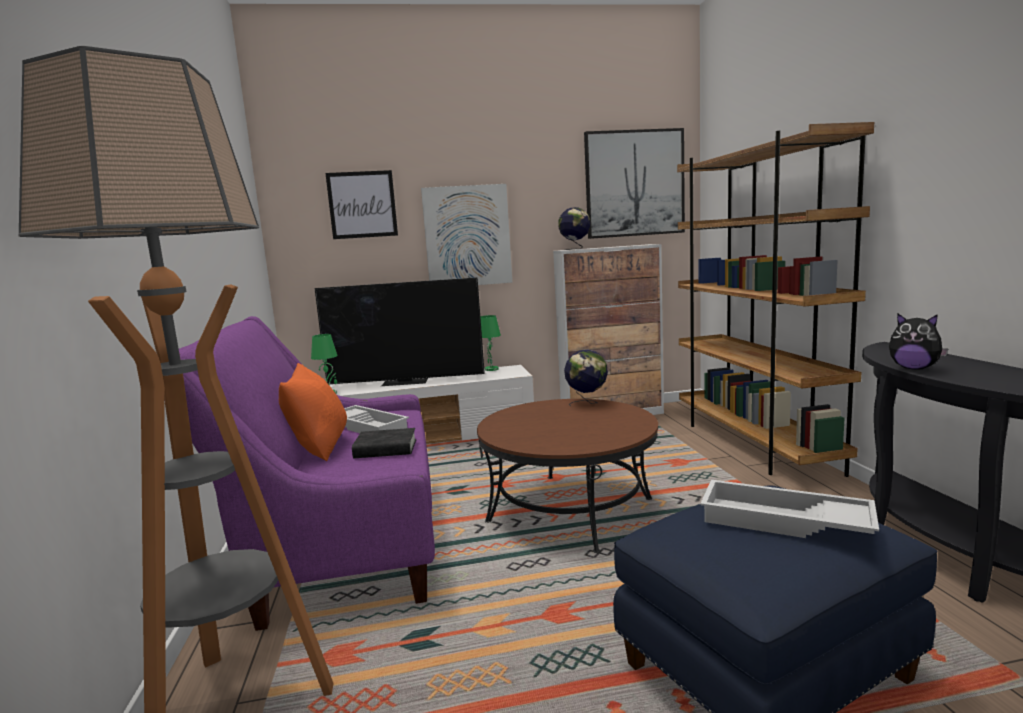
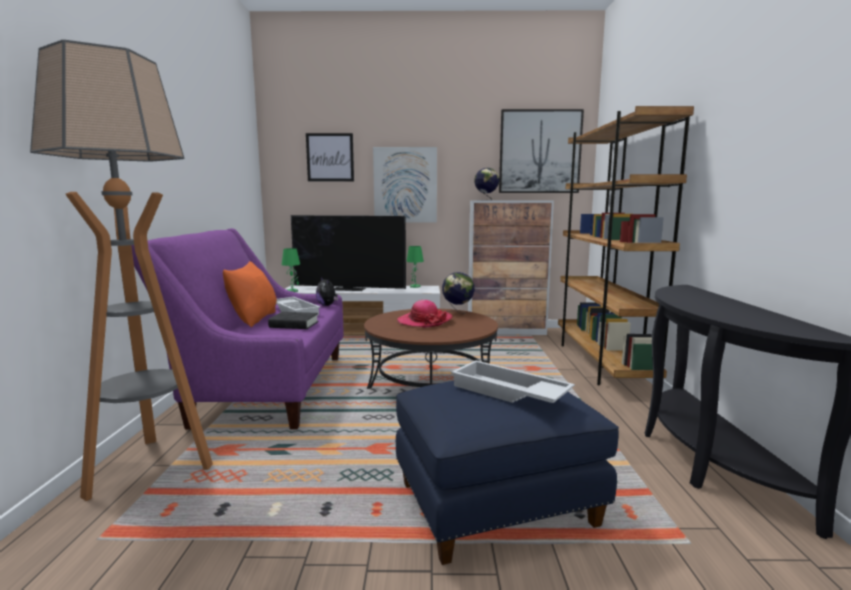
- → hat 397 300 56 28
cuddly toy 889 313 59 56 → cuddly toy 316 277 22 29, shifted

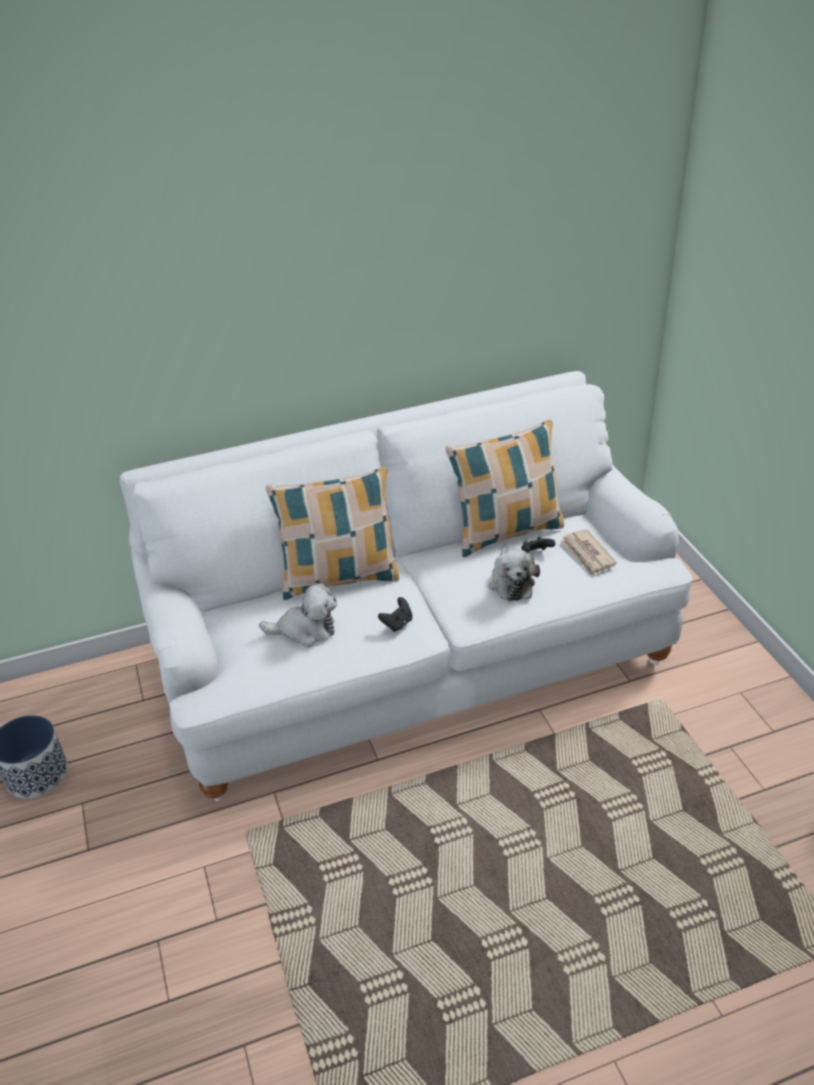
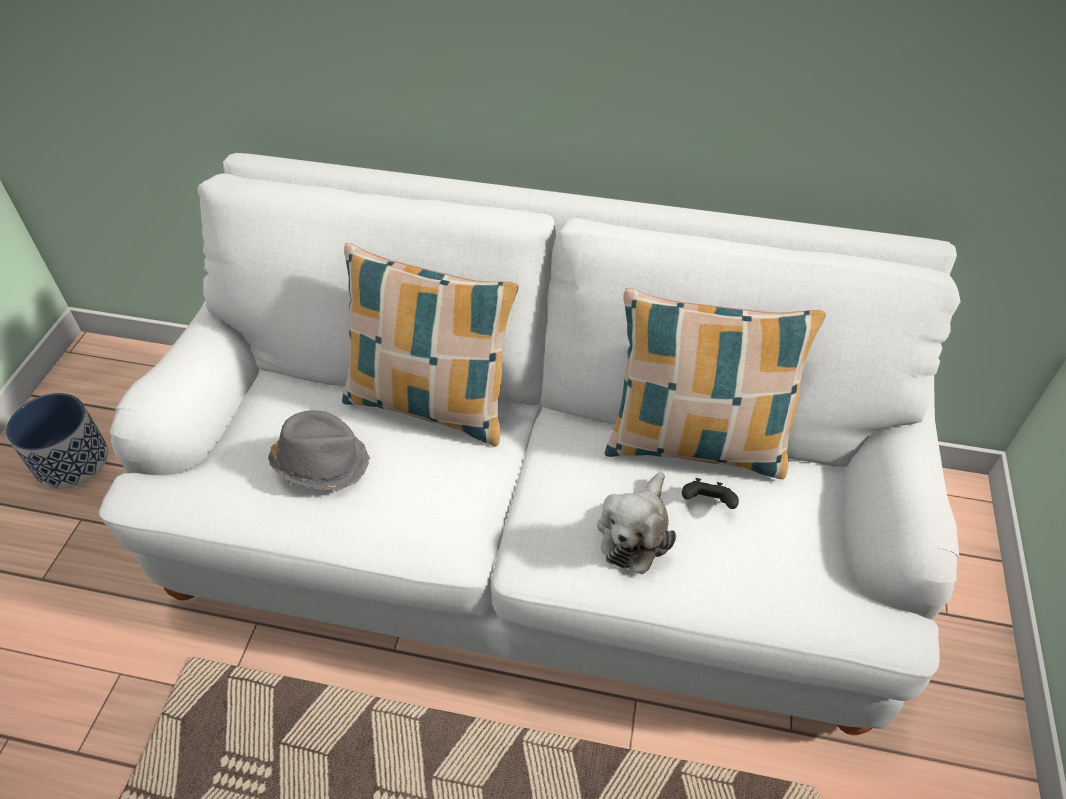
gamepad/blackish 378 597 35 35 → -
newspaper 560 529 57 47 → -
cuddly toy 259 583 78 64 → hat/grey 268 410 102 81

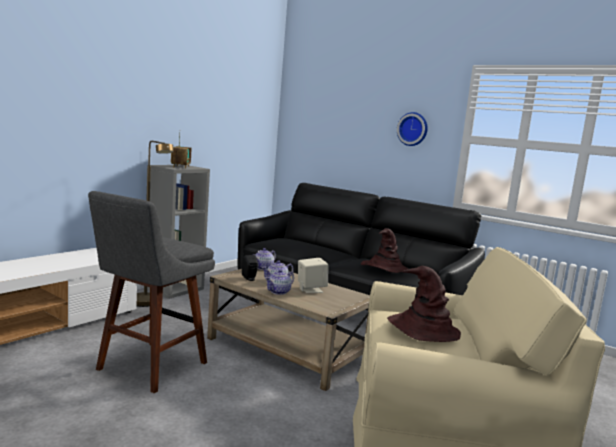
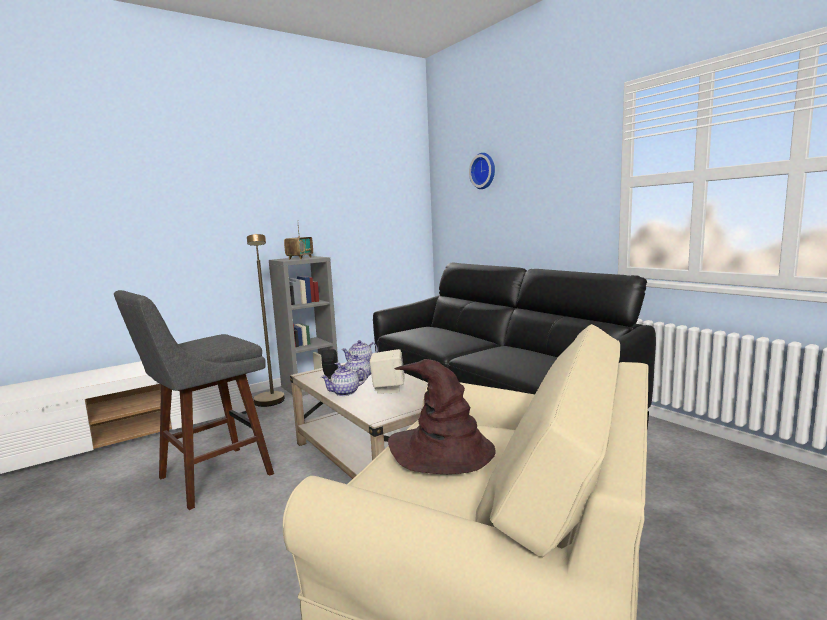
hat/brown 361 228 47 45 → -
clock on the wall 397 112 31 34 → clock on the wall 469 153 26 36, shifted

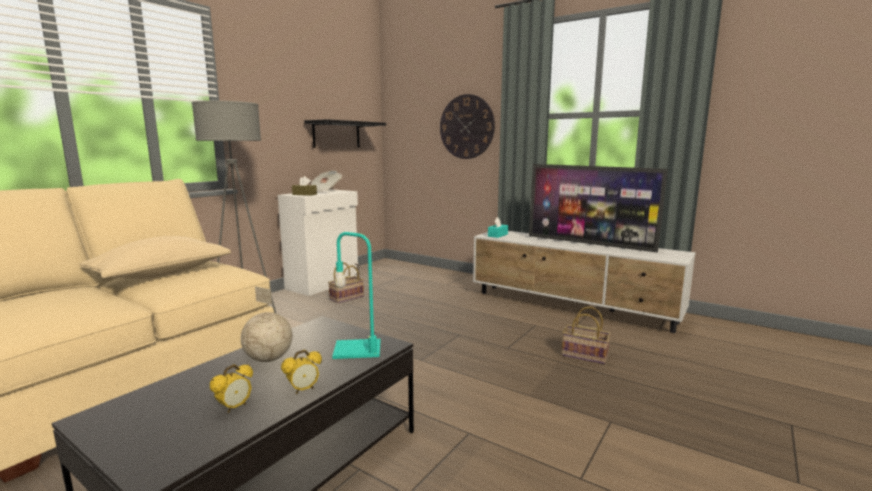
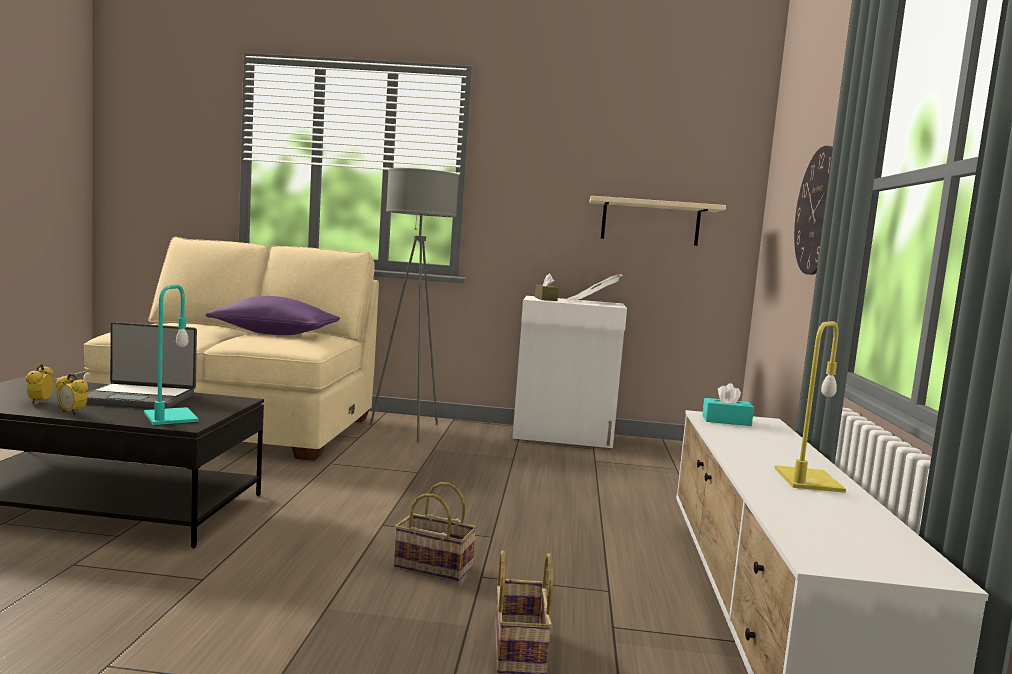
household basket 328 262 36 41 → household basket 394 482 83 99, shifted
globe 241 286 52 76 → notebook computer 87 322 110 87
TV set 529 164 139 89 → table lamp/yellow-coloured 775 321 71 172
throw pillow/beige-coloured 80 236 151 43 → throw pillow/purple-coloured 205 296 135 39
wall shelf/blackish 304 119 82 29 → wall shelf/beige-coloured 589 196 137 50
bedside clock 210 364 43 49 → bedside clock 26 364 27 40, 75 degrees clockwise

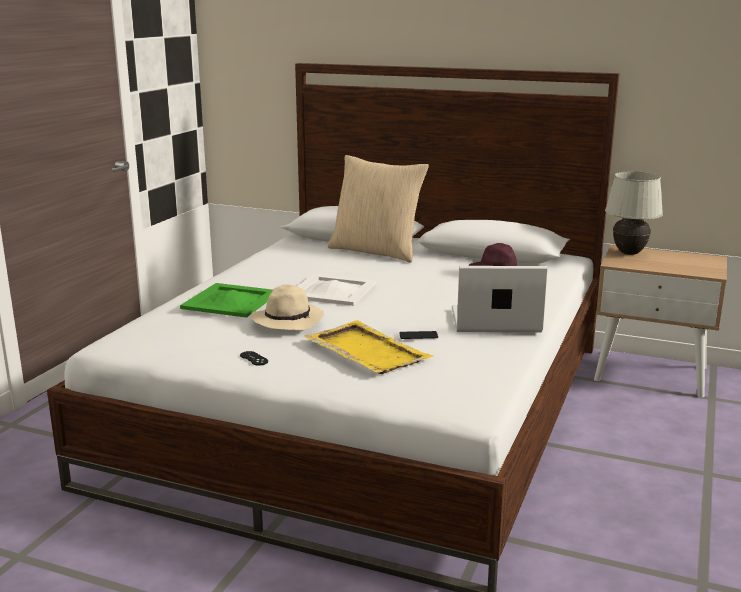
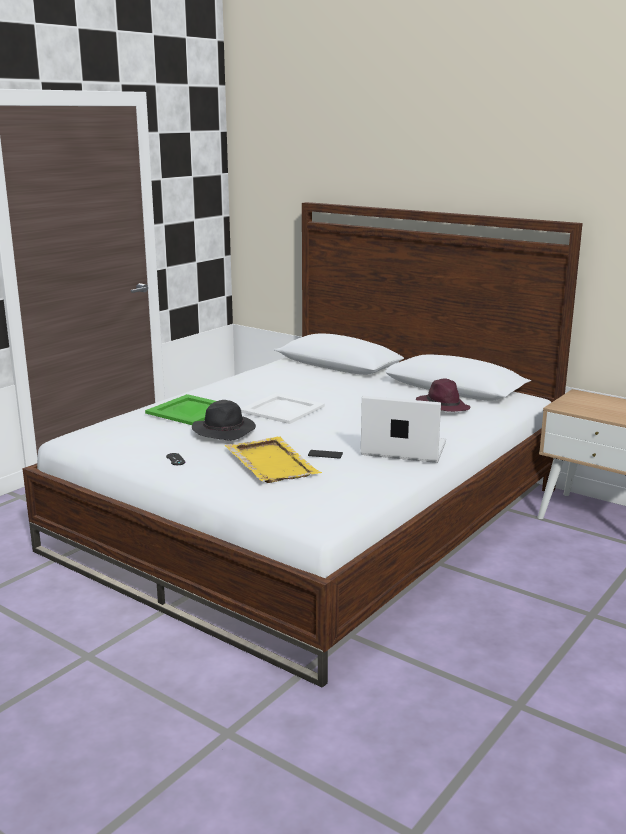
throw pillow/beige-coloured 328 155 101 107 → -
table lamp/white 605 171 58 84 → -
hat/beige-coloured 251 284 73 47 → hat/blackish 192 400 64 41

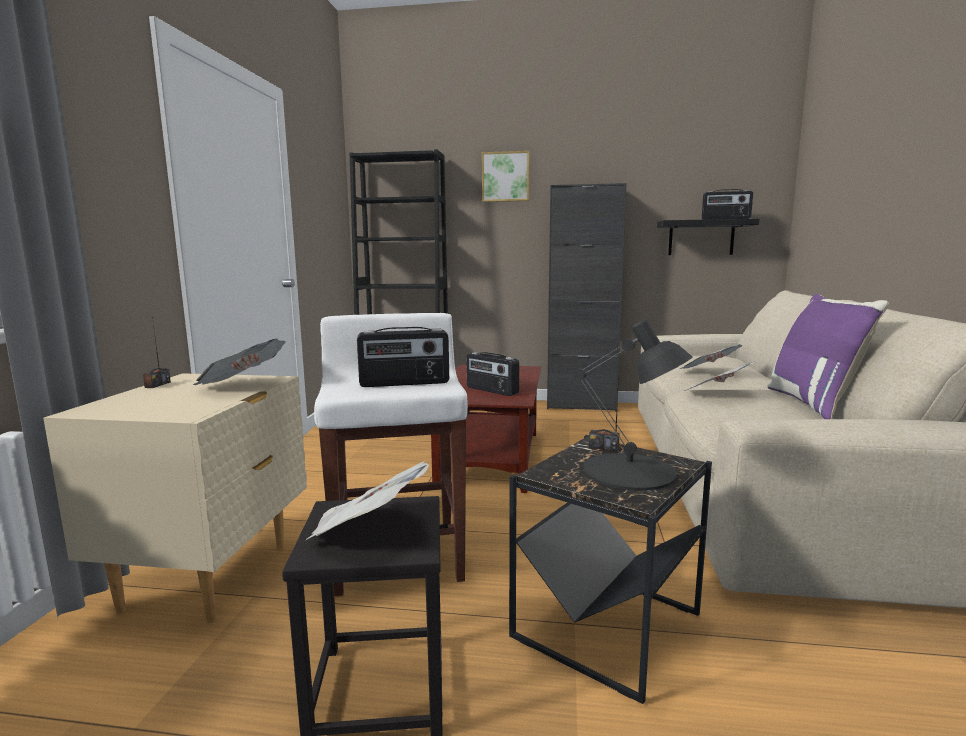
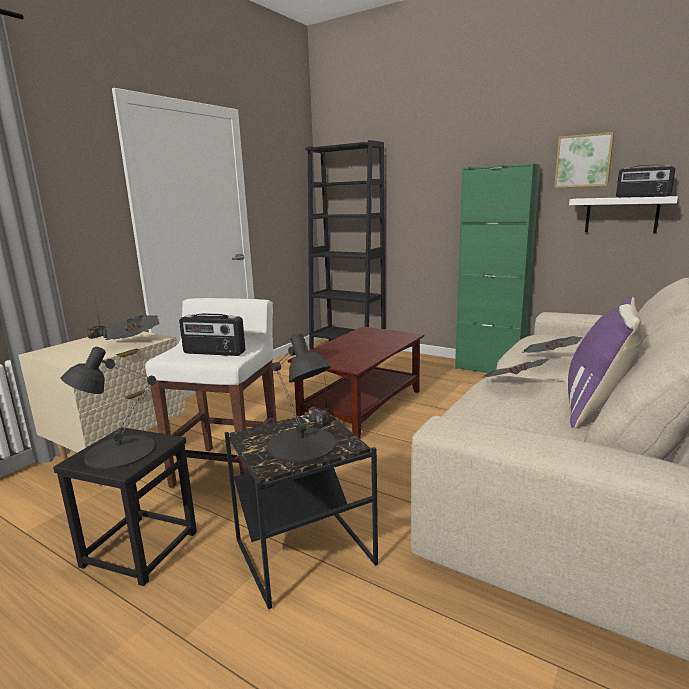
radio 466 352 53 44 → -
picture 482 151 47 51 → picture 554 132 60 56, shifted
newspaper 306 461 123 79 → table lamp/blackish 61 347 95 122
cupboard/blackish 547 183 80 228 → cupboard/greenish 455 163 85 210
wall shelf/blackish 657 219 102 36 → wall shelf/white 569 196 109 37

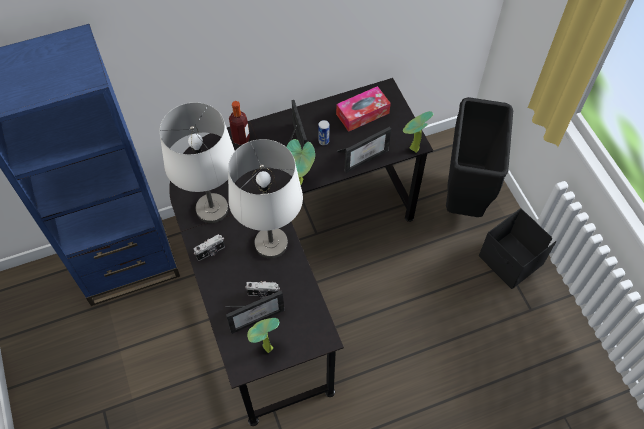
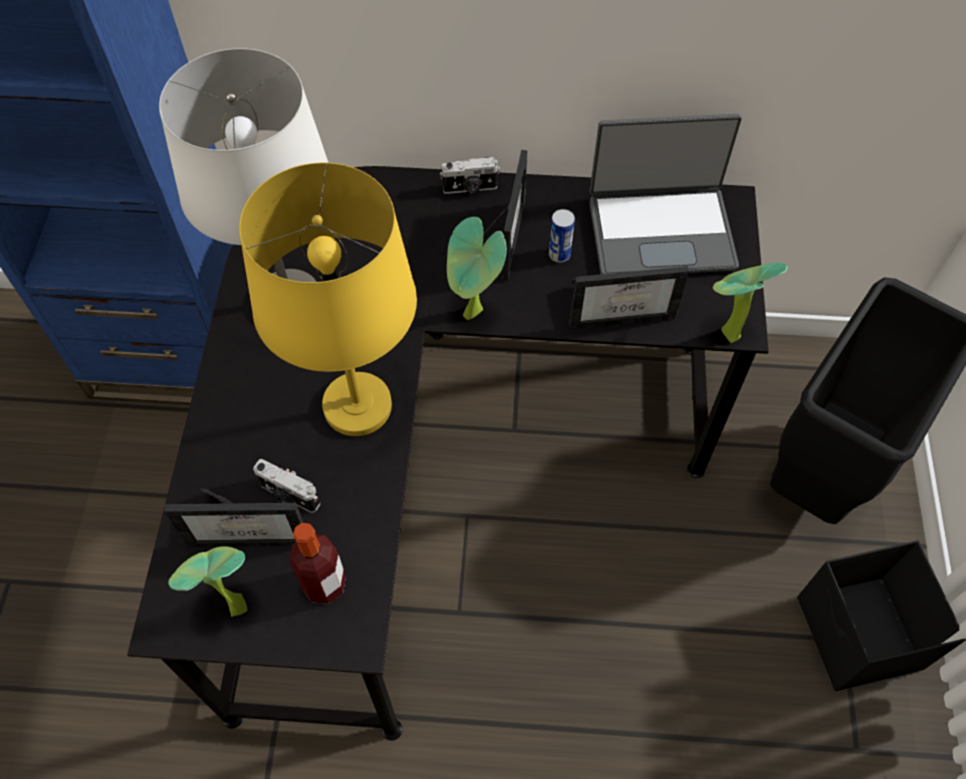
photo camera 194 234 31 27 → photo camera 440 157 60 37, shifted
beverage bottle 229 101 21 44 → beverage bottle 289 523 57 81, shifted
tissue box 336 86 55 46 → notebook computer 589 114 152 160
table lamp/white 228 139 75 119 → table lamp/yellow-coloured 239 163 178 273

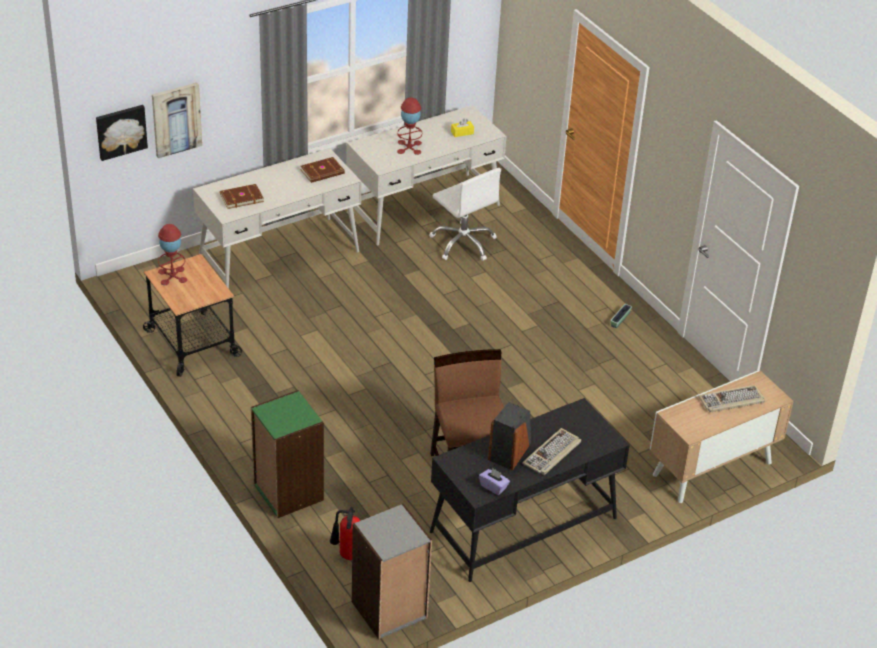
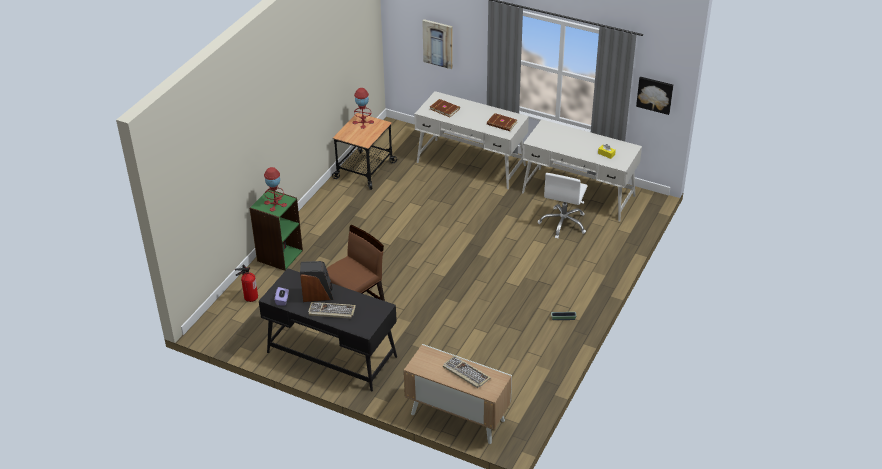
shelving unit/grey 352 503 80 136 → -
picture 96 105 52 56 → picture 636 77 37 38, shifted
table lamp/reddish 397 97 25 58 → table lamp/reddish 264 167 23 44, shifted

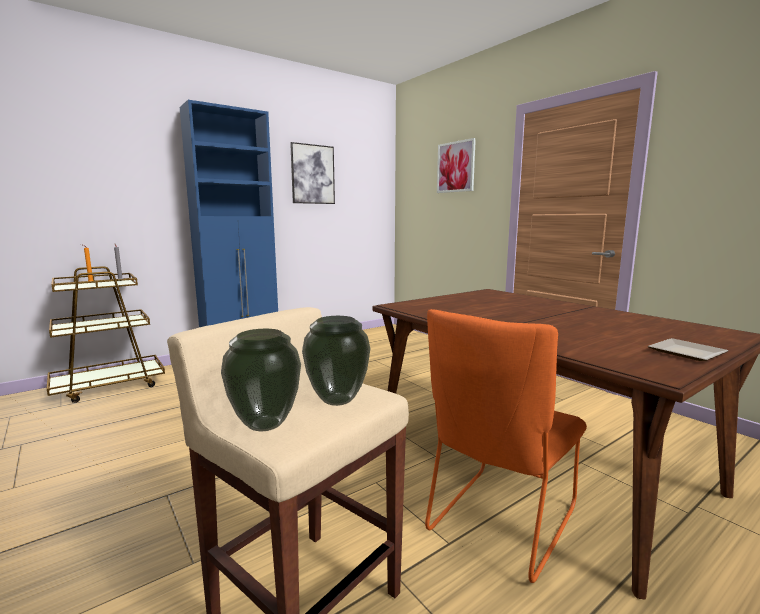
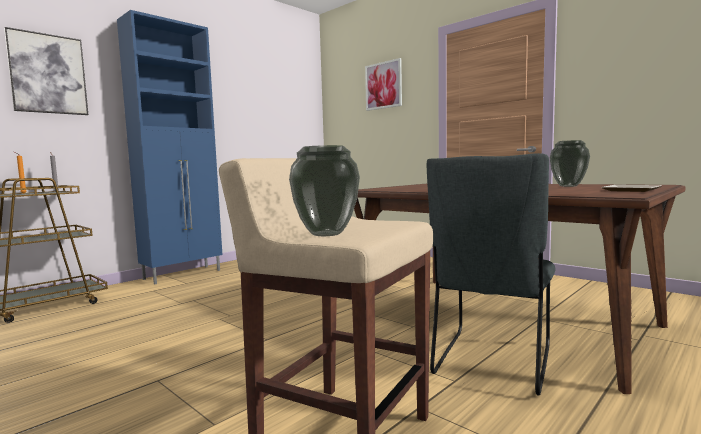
picture 290 142 45 62 → picture 4 27 84 88, shifted
flower vase 302 316 69 90 → flower vase 550 140 40 47, shifted
chair/orange 425 309 162 274 → chair/grey 427 153 128 243

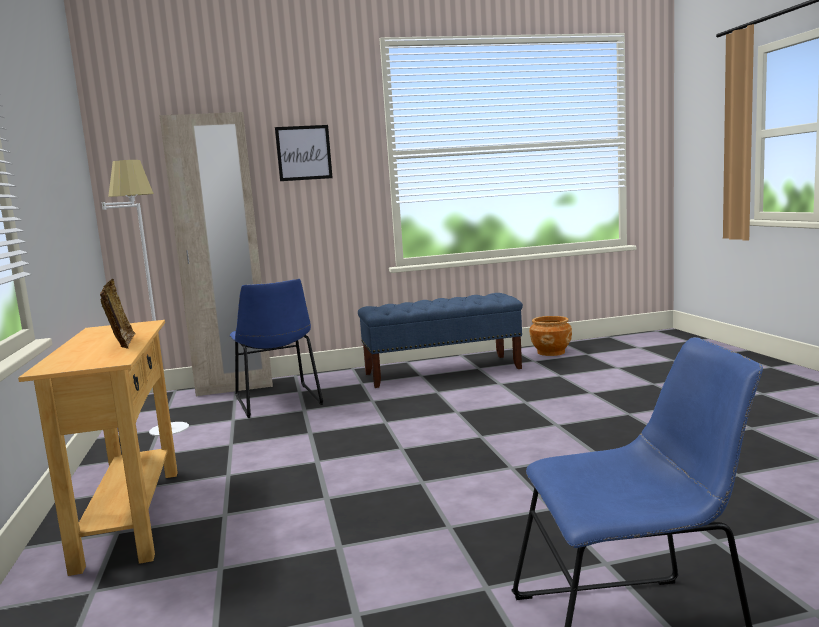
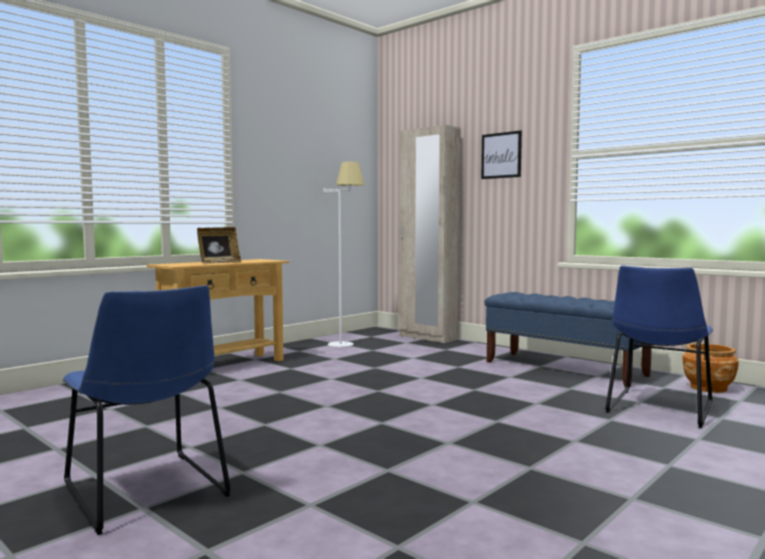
chair/blue 230 279 93 139 → chair/blue 605 266 108 162, shifted

